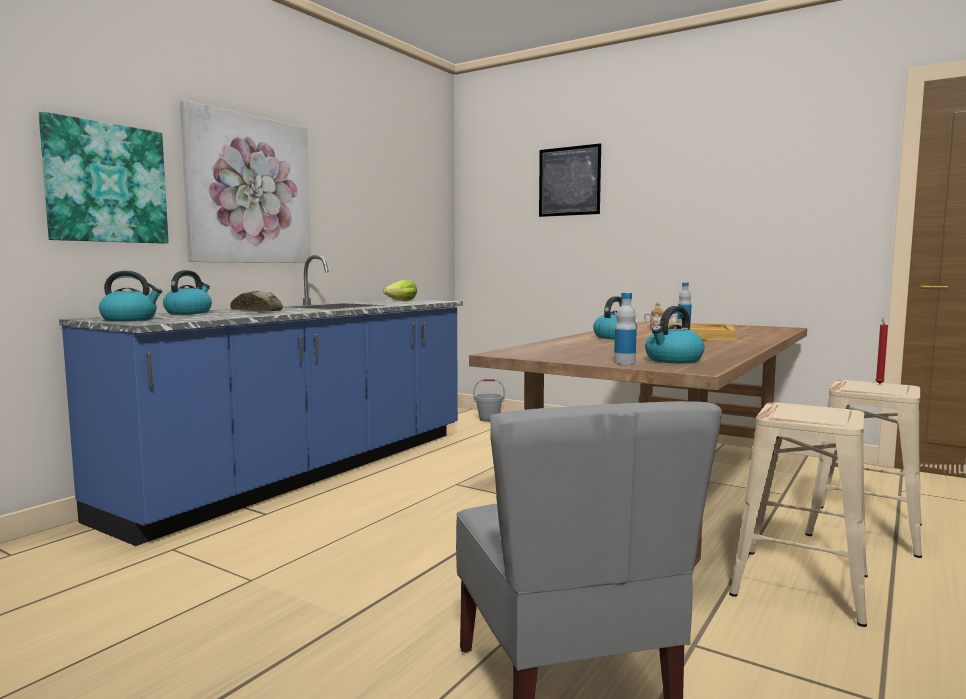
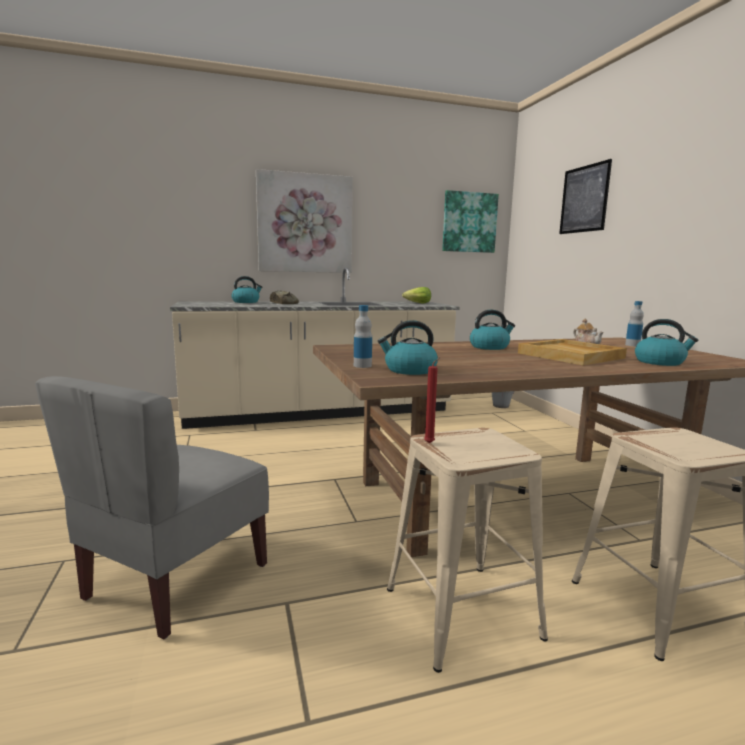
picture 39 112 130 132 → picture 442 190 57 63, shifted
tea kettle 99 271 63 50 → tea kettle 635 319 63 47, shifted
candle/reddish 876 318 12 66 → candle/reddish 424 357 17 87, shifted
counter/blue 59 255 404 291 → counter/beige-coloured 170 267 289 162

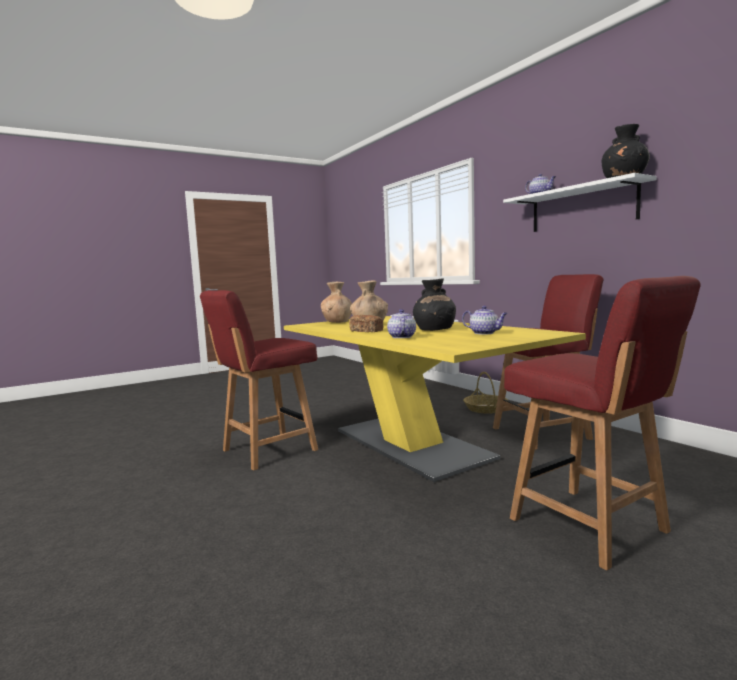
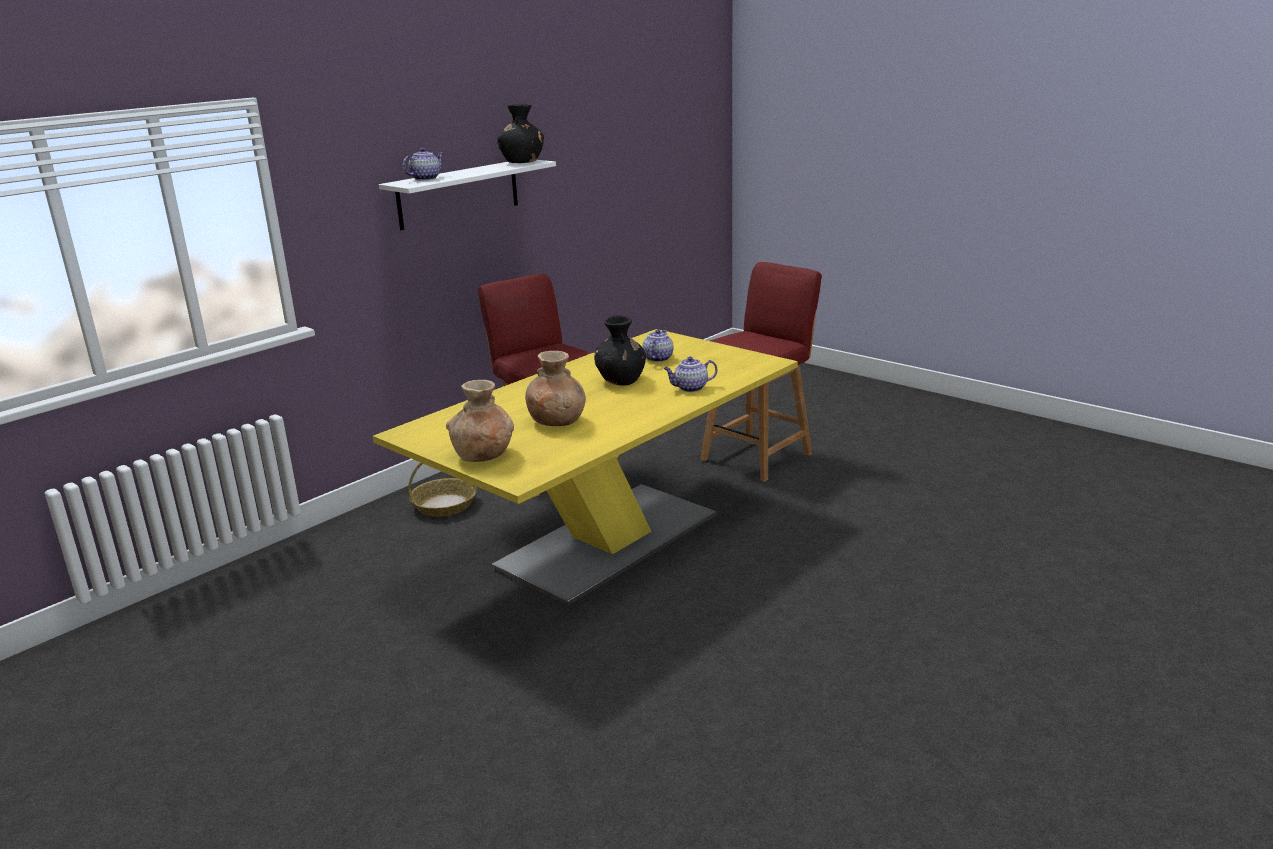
chair/reddish 200 290 118 181 → -
bakery bread 349 315 34 17 → -

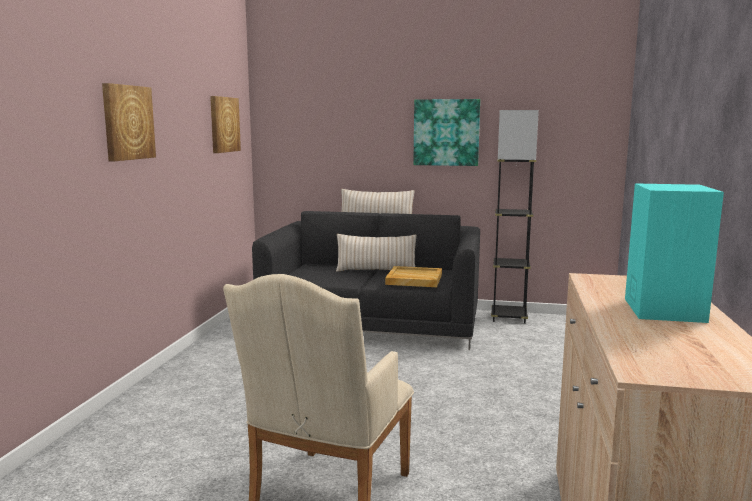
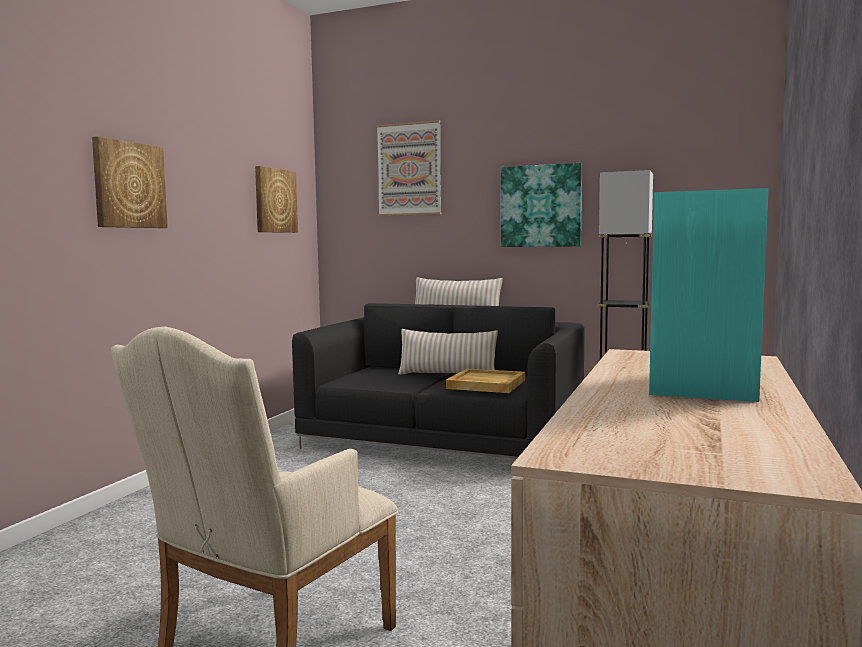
- → picture 377 120 65 96

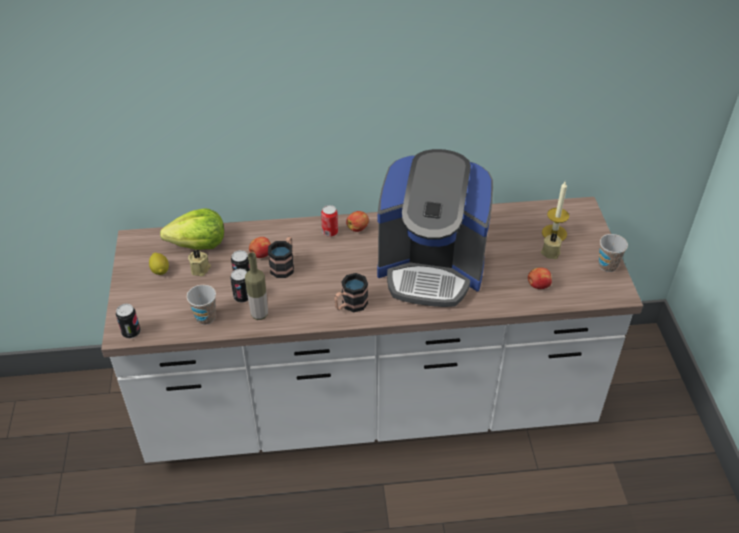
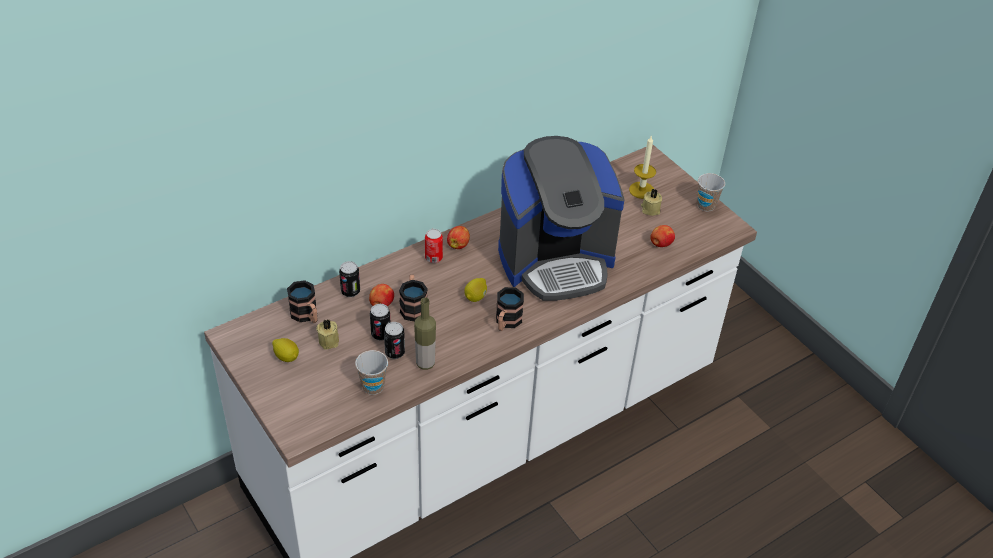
- → whole lemon 464 278 23 24
metal can 116 304 25 34 → metal can 339 261 21 36, shifted
lettuce 160 209 64 41 → mug 287 280 31 43

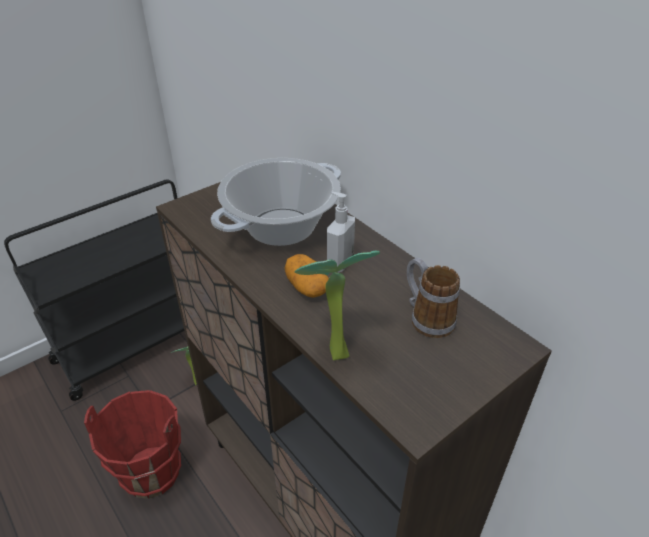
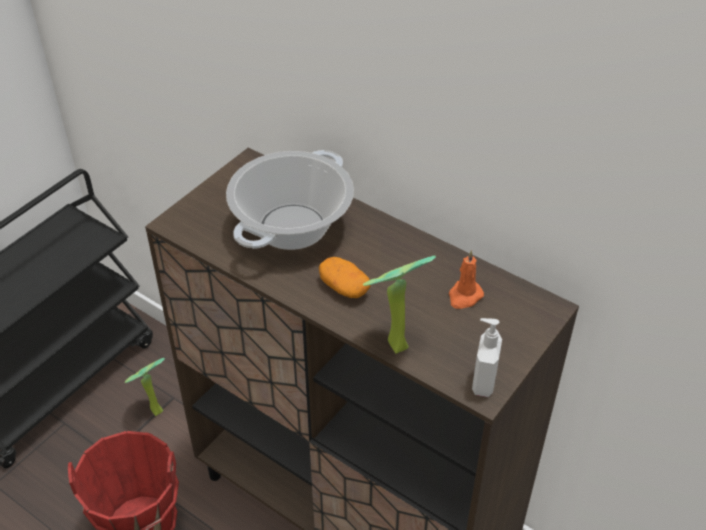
soap bottle 327 192 28 81 → soap bottle 472 318 30 79, shifted
mug 407 258 53 80 → candle/orange 449 250 35 59

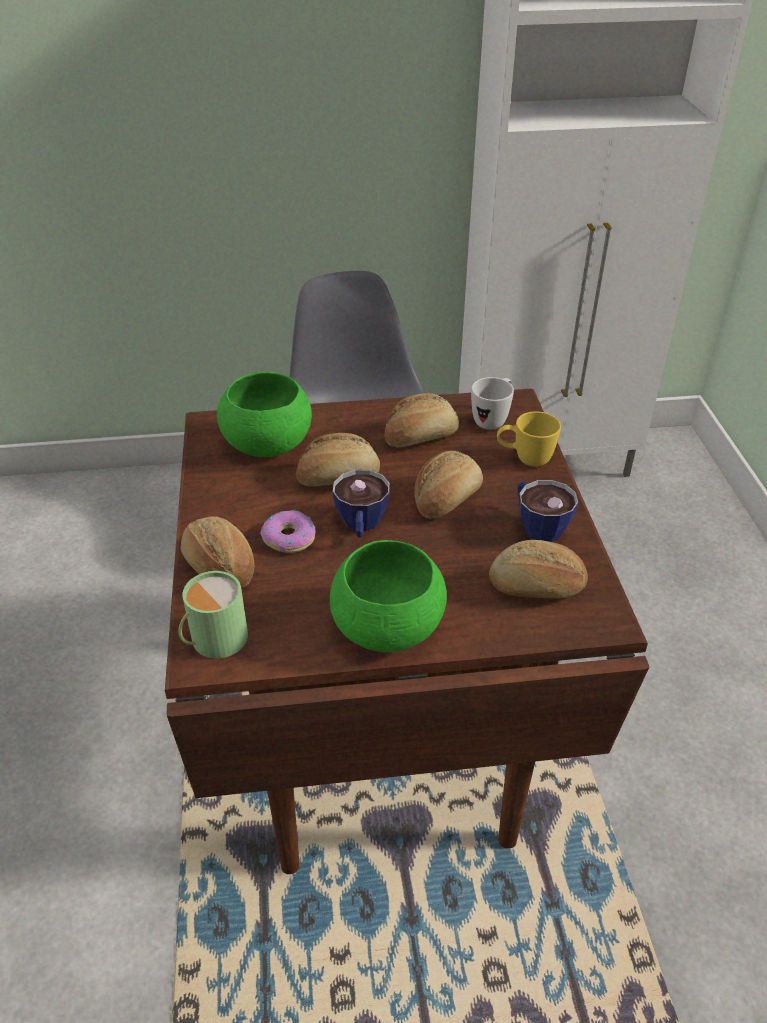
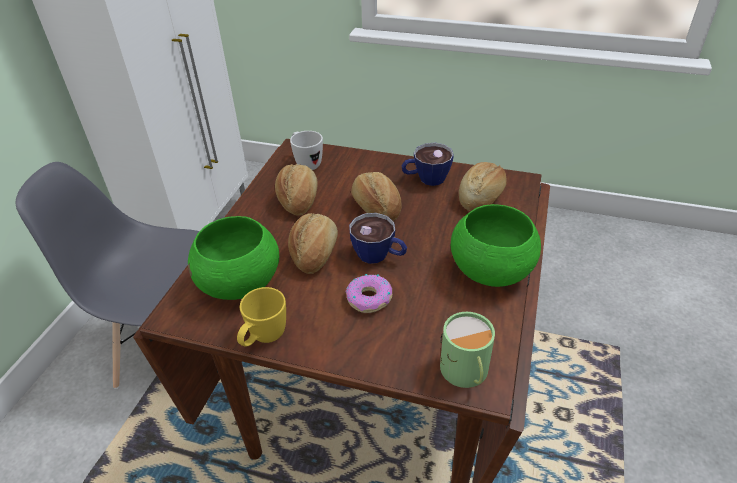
bakery bread 181 516 73 72 → -
mug/yellow-coloured 497 411 64 56 → mug/yellow-coloured 237 287 49 60, shifted

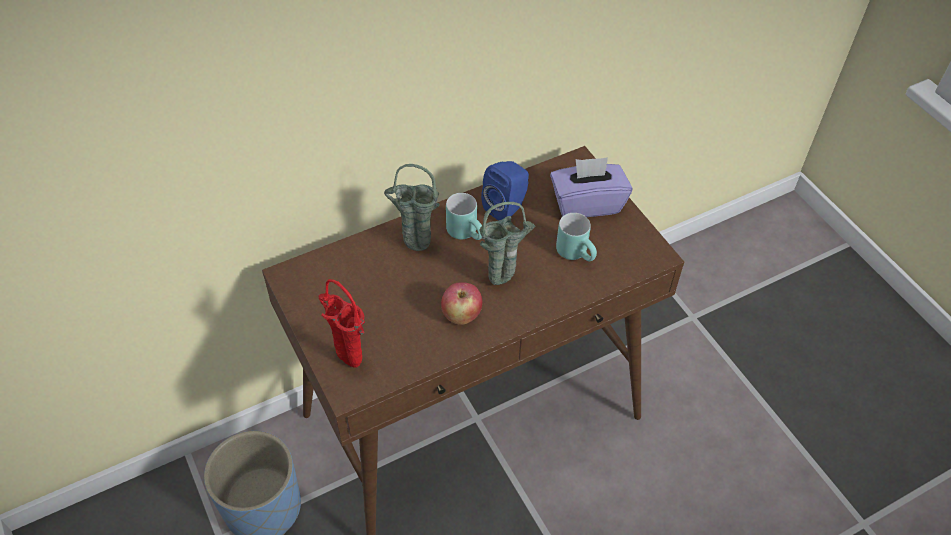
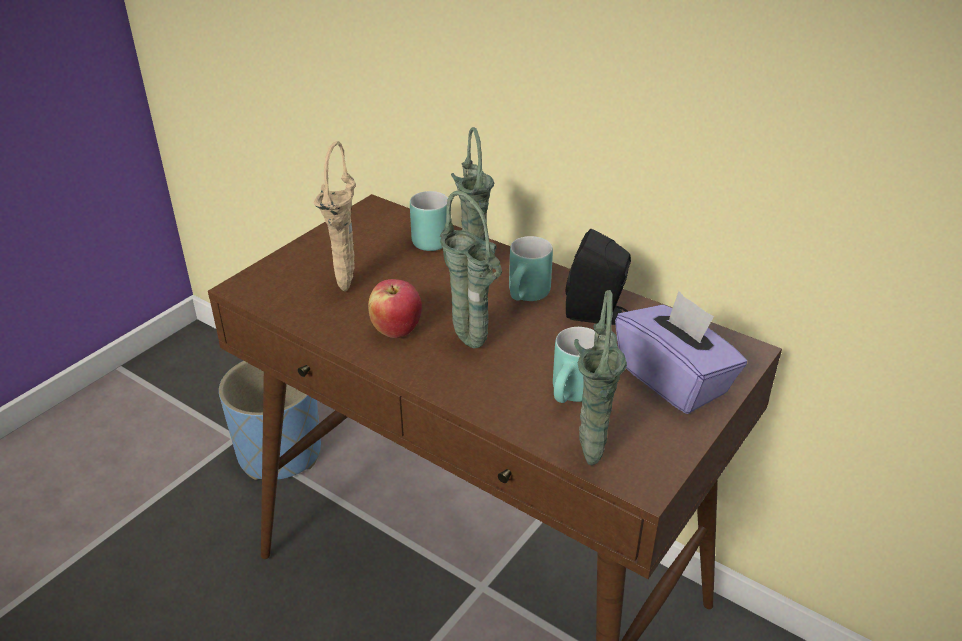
flower vase/reddish 318 279 47 89 → -
- → flower vase/beige-coloured 314 141 42 151
- → mug/turquoise 410 191 38 60
- → flower vase/greenish 574 290 53 175
loudspeaker/blue 481 161 48 60 → loudspeaker/blackish 566 229 65 96

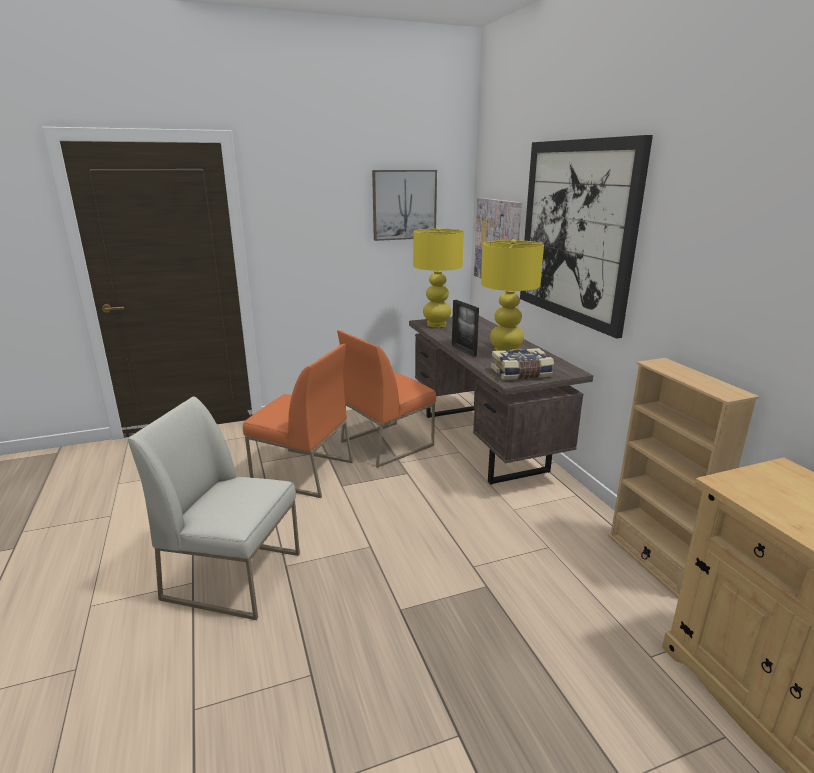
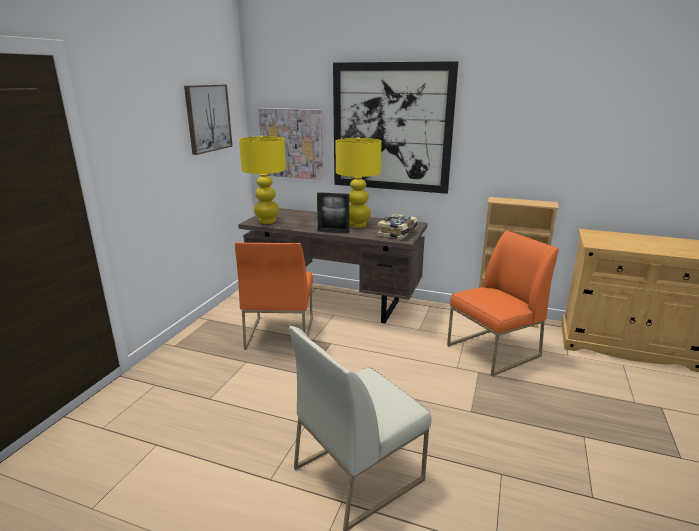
chair/orange 243 344 110 154 → chair/orange 447 230 112 147, shifted

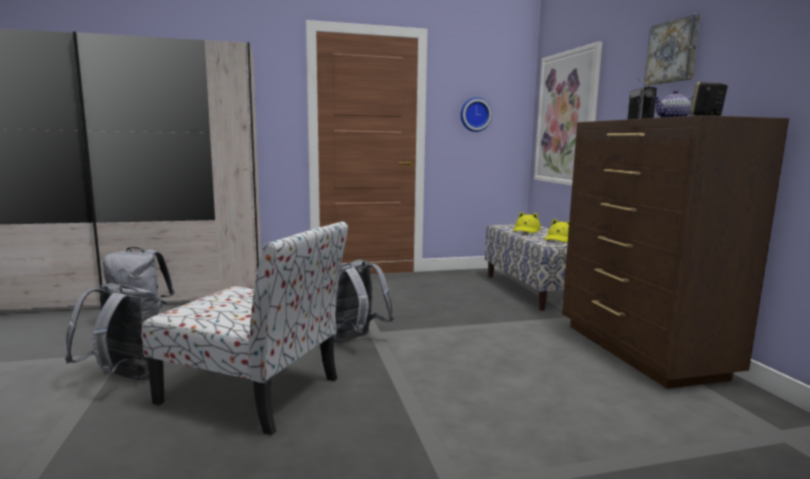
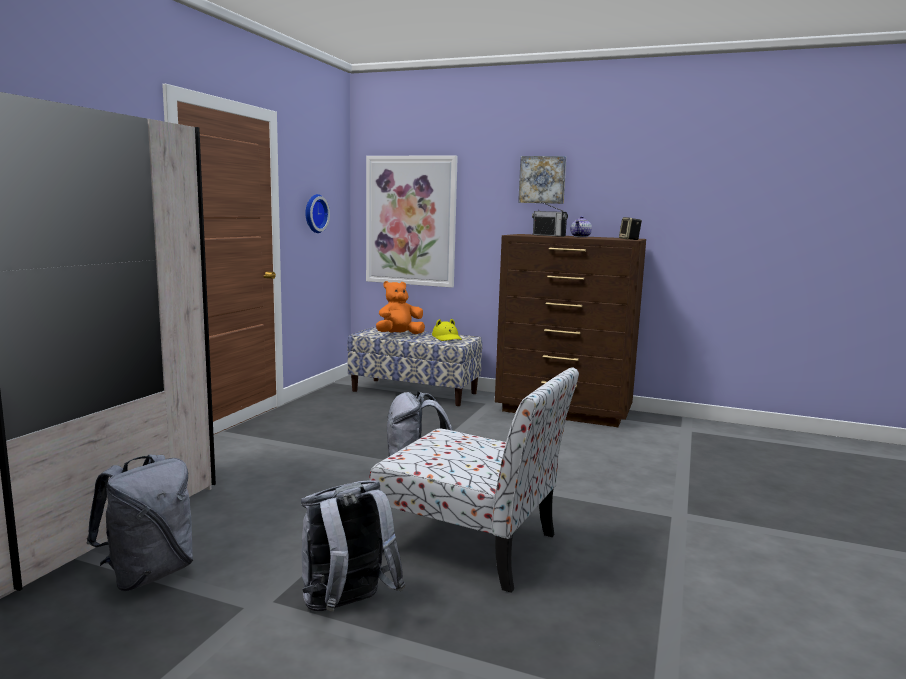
hat/yellow-coloured 513 212 28 21 → cuddly toy/orange 376 281 49 53
chair 141 221 207 214 → chair 369 367 210 226, 60 degrees clockwise

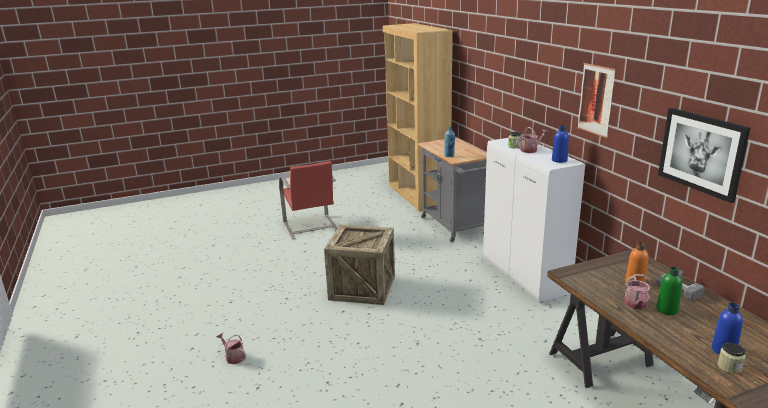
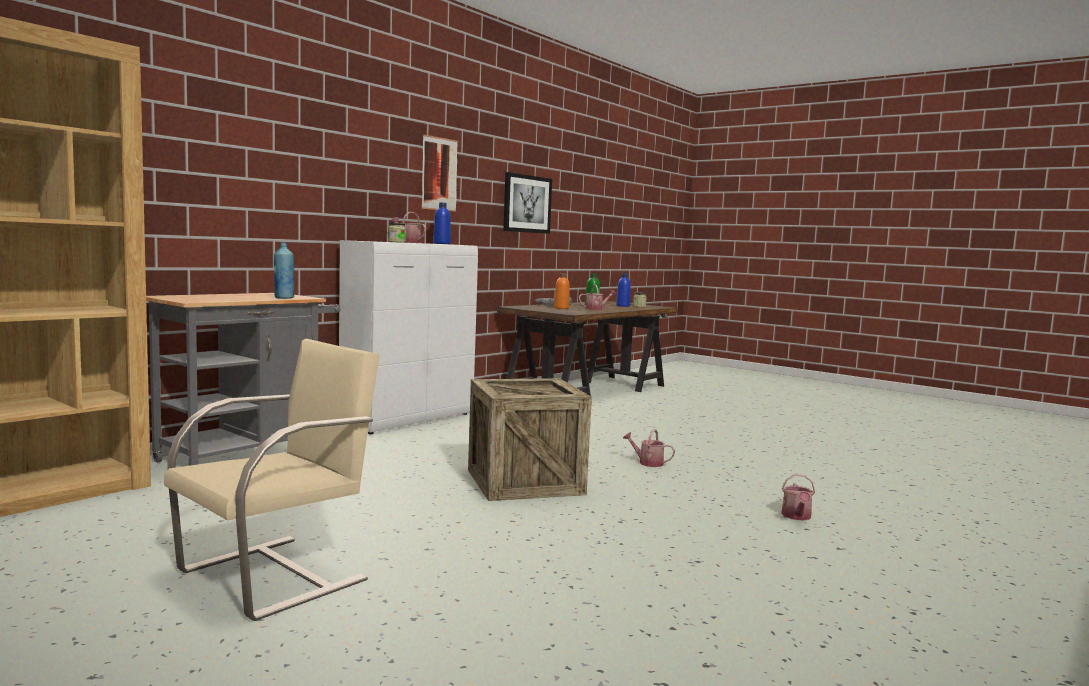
- → sprinkling can 623 429 52 38
chair/reddish 279 161 59 78 → chair/beige-coloured 164 339 216 282

